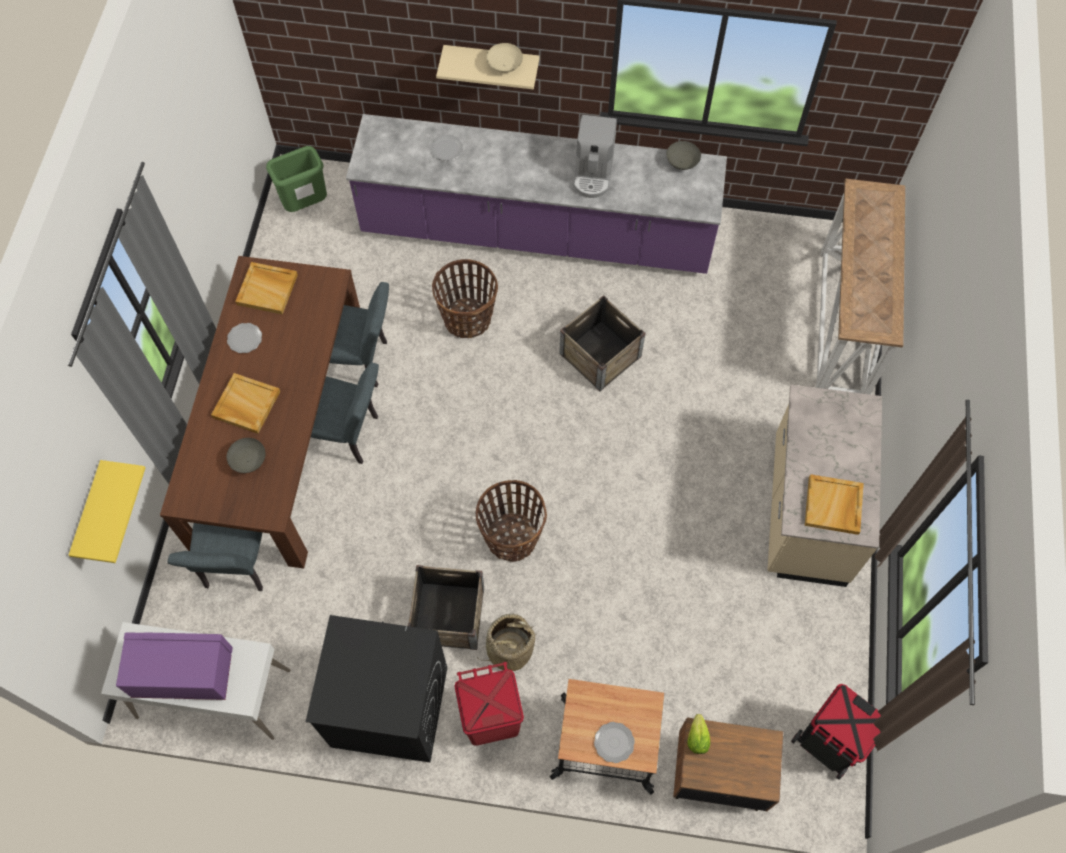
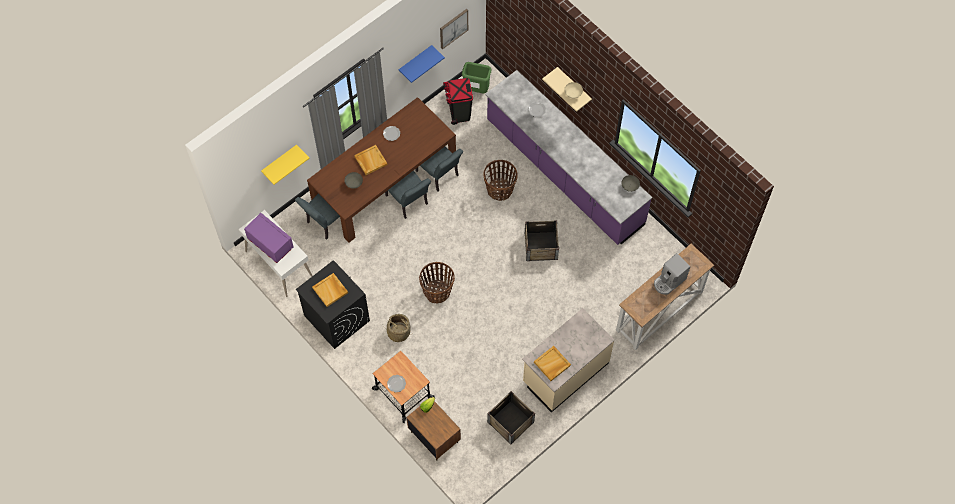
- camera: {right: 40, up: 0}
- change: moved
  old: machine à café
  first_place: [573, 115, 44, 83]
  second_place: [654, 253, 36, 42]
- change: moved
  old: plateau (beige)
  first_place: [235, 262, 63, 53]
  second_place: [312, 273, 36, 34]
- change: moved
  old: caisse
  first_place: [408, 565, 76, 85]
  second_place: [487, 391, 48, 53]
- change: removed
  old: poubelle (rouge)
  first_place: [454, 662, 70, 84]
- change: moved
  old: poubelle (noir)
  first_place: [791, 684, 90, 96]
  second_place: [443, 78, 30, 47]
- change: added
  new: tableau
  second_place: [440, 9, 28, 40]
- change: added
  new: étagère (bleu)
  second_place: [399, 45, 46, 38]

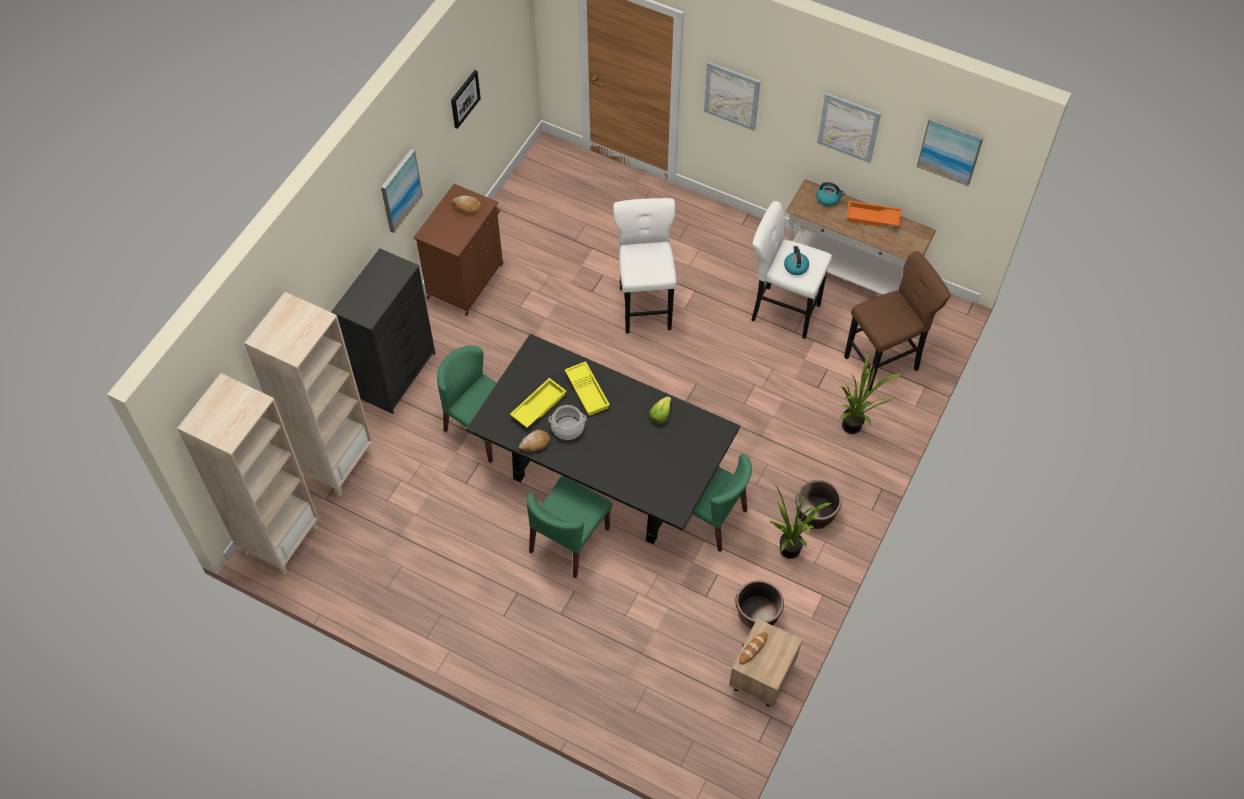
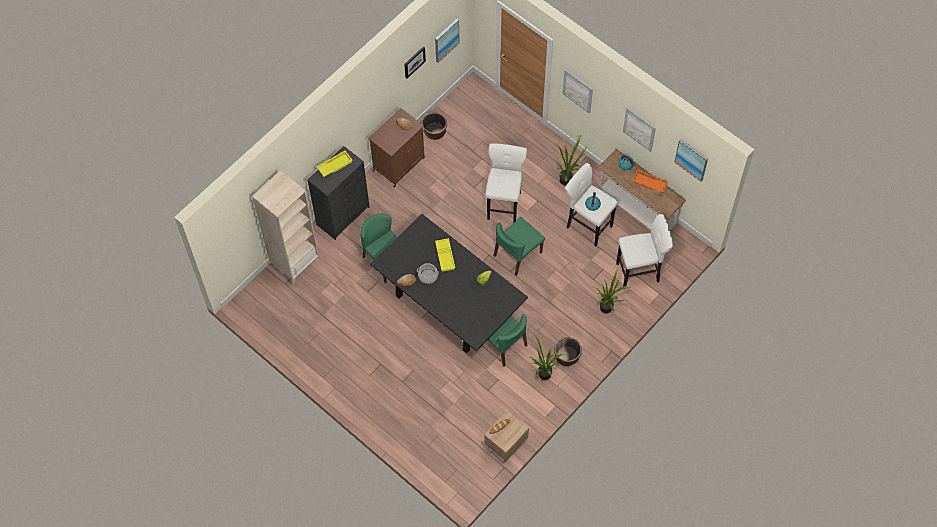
- camera: {right: 15, up: 5}
- change: moved
  old: tableau
  first_place: [381, 149, 42, 84]
  second_place: [435, 19, 25, 44]
- change: recoloured
  old: tabouret (marron)
  new: tabouret (blanc)
  first_place: [844, 251, 107, 140]
  second_place: [616, 214, 57, 73]
- change: removed
  old: bibliothèque (beige)
  first_place: [177, 373, 142, 203]
- change: moved
  old: plateau (jaune)
  first_place: [510, 378, 56, 50]
  second_place: [317, 151, 35, 26]
- change: moved
  old: chaise (vert)
  first_place: [526, 476, 86, 102]
  second_place: [494, 217, 51, 59]
- change: moved
  old: cache-pot (marron)
  first_place: [735, 580, 49, 49]
  second_place: [421, 113, 26, 27]
- change: added
  new: plante en pot
  second_place: [555, 136, 32, 50]

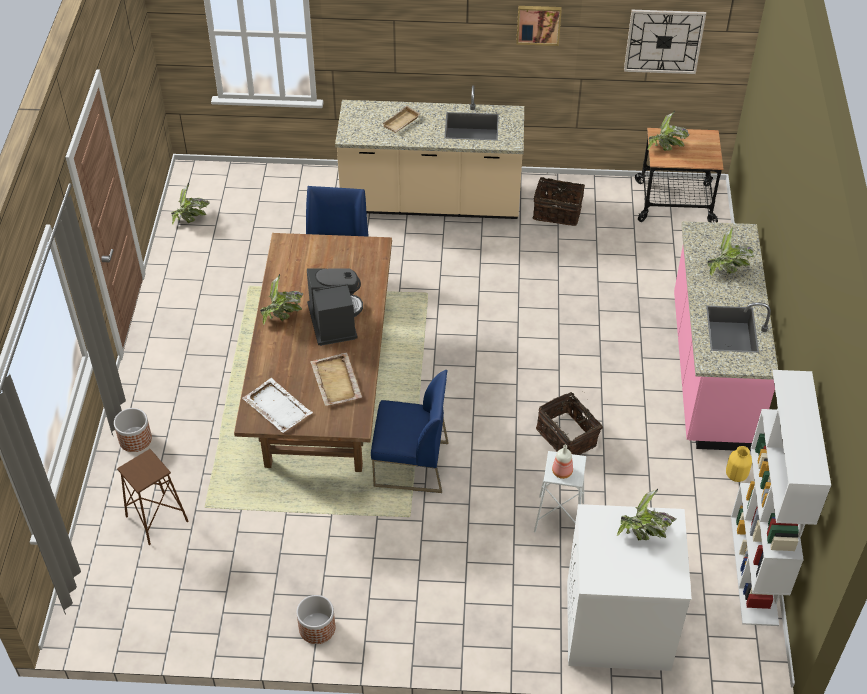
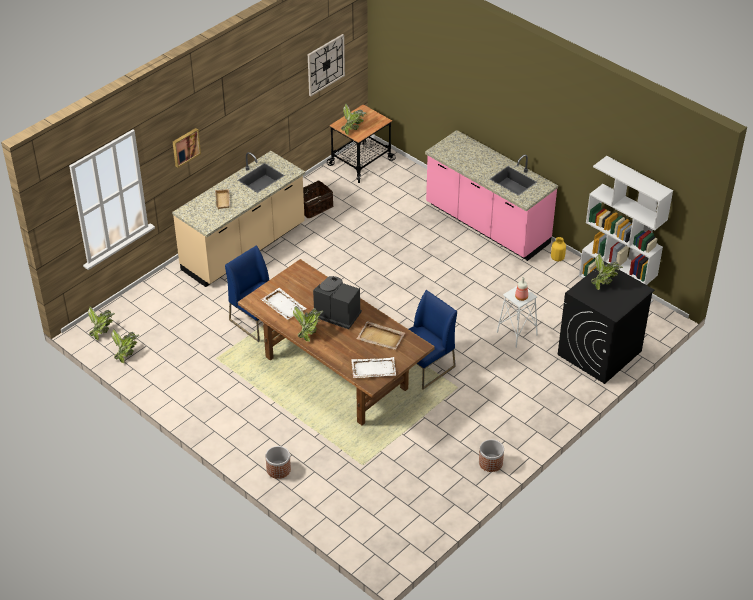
- camera: {right: -50, up: -5}
- change: moved
  old: tableau
  first_place: [516, 6, 46, 40]
  second_place: [173, 128, 28, 40]
- change: moved
  old: plante en pot
  first_place: [708, 228, 46, 48]
  second_place: [88, 306, 27, 34]
- change: removed
  old: panier
  first_place: [536, 392, 67, 63]
- change: removed
  old: tabouret (marron)
  first_place: [117, 449, 72, 96]
- change: recoloured
  old: lave-linge (blanc)
  new: lave-linge (noir)
  first_place: [567, 504, 125, 167]
  second_place: [558, 261, 97, 123]
- change: added
  new: plateau (blanc)
  second_place: [261, 288, 46, 32]

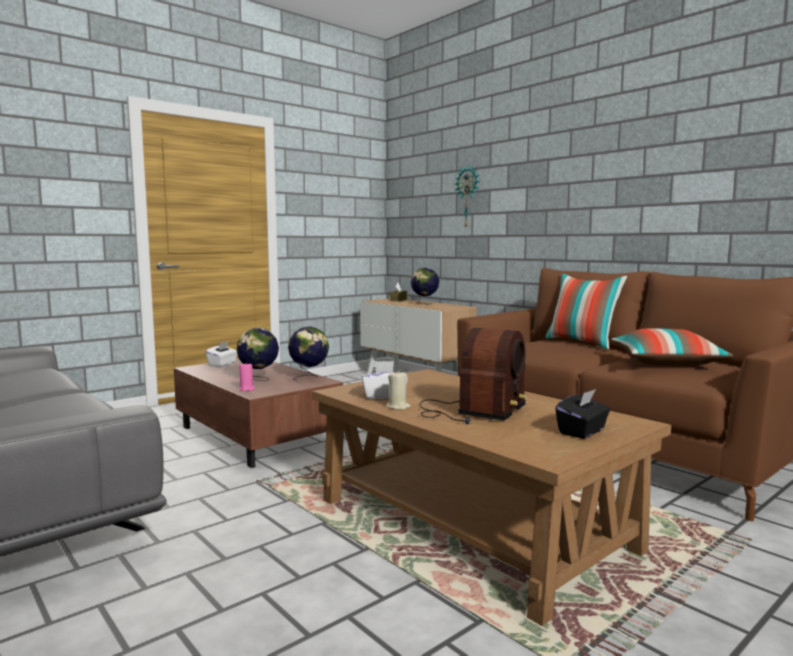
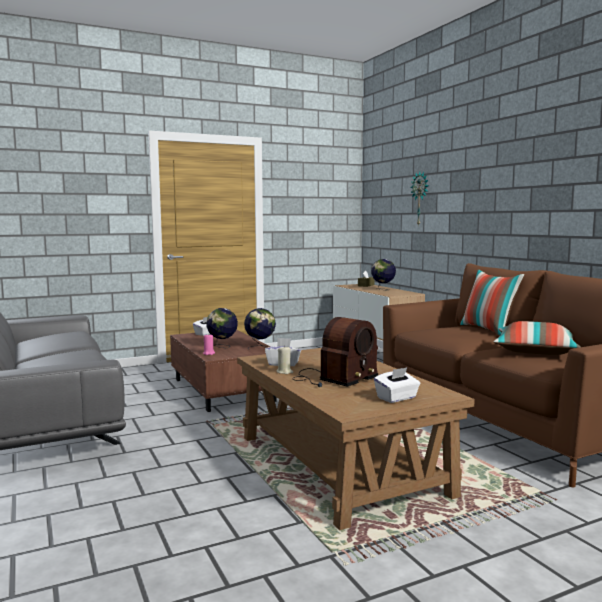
- camera: {right: 15, up: 0}
- change: recoloured
  old: boîte à mouchoirs (noir)
  new: boîte à mouchoirs (blanc)
  first_place: [555, 389, 56, 50]
  second_place: [374, 367, 46, 36]

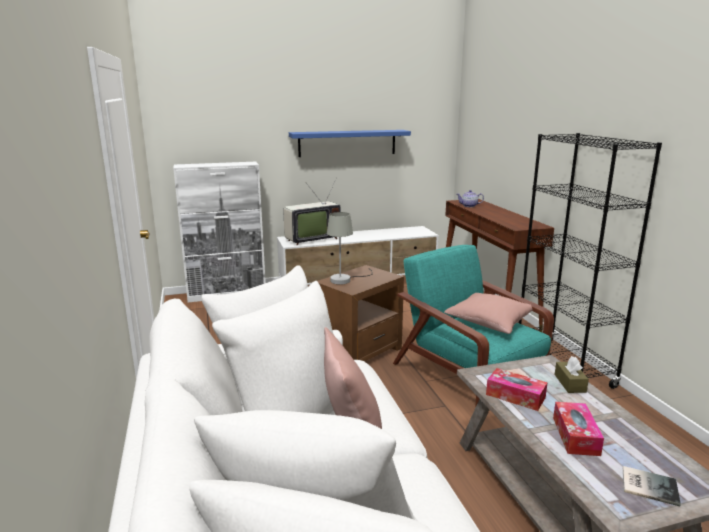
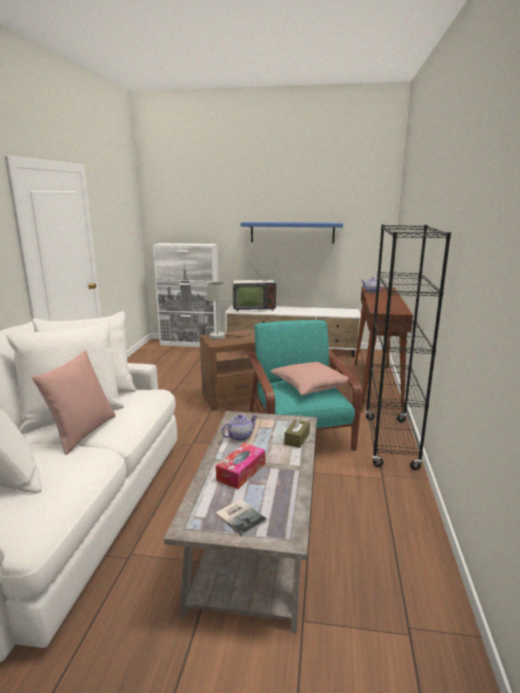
- camera: {right: 25, up: 0}
- change: replaced
  old: boîte à mouchoirs
  new: théière
  first_place: [486, 368, 62, 43]
  second_place: [221, 414, 37, 27]

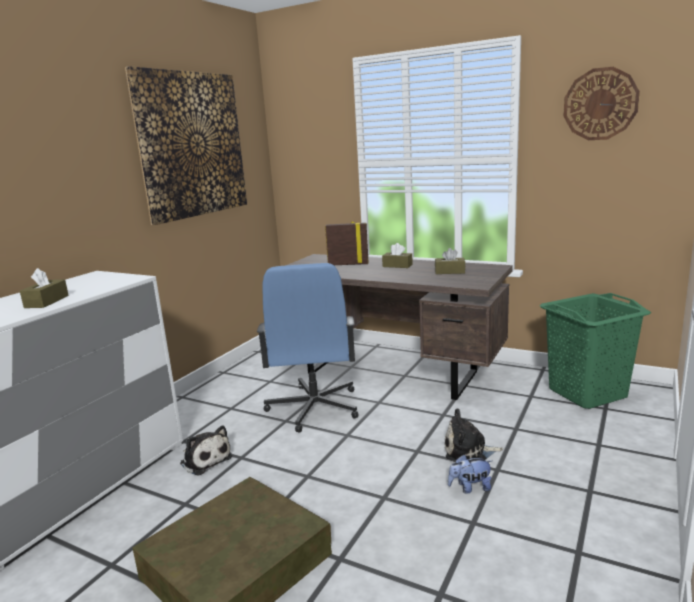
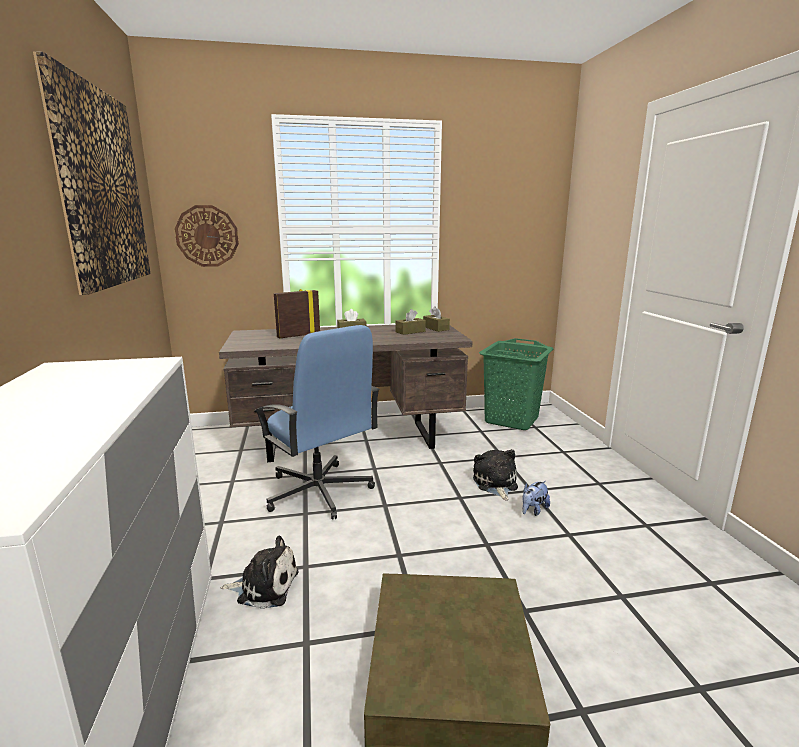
- camera: {right: -40, up: 0}
- change: moved
  old: horloge murale
  first_place: [563, 67, 77, 73]
  second_place: [175, 205, 64, 62]
- change: moved
  old: boîte à mouchoirs (marron)
  first_place: [20, 268, 49, 40]
  second_place: [423, 306, 27, 26]
- change: turned
  old: peluche
  first_place: [445, 408, 58, 54]
  second_place: [473, 449, 45, 51]
  degrees: 120

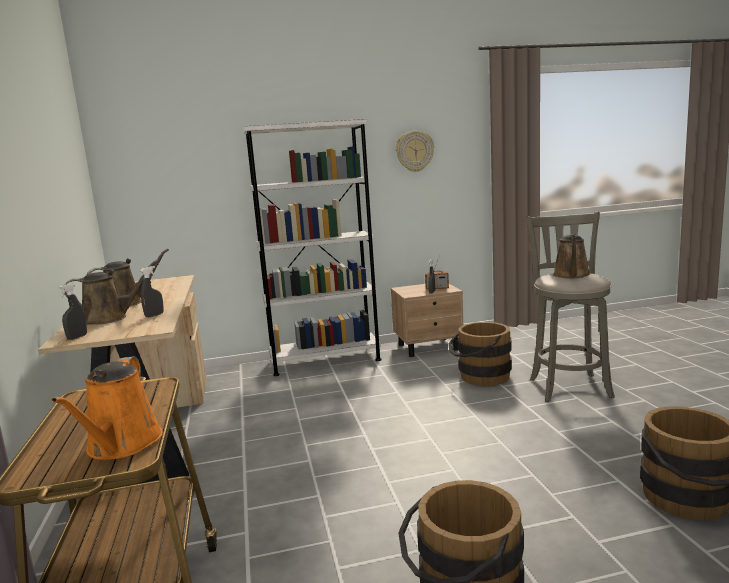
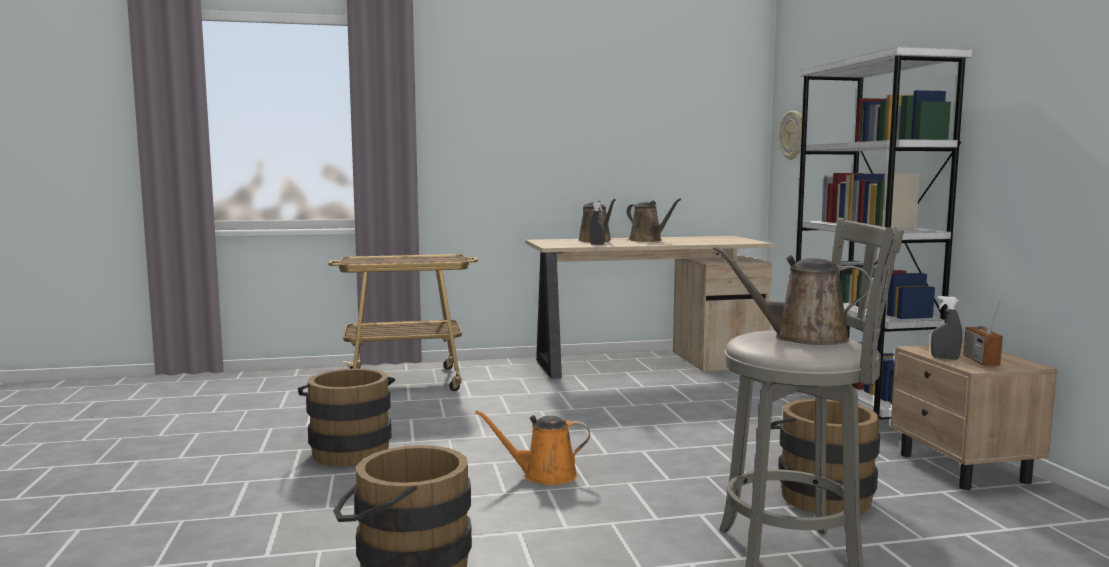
- camera: {right: 90, up: -5}
- change: moved
  old: horloge murale
  first_place: [396, 131, 38, 41]
  second_place: [779, 111, 23, 49]
- change: removed
  old: vaporisateur (gris)
  first_place: [58, 283, 29, 57]
- change: moved
  old: arrosoir (orange)
  first_place: [51, 356, 112, 104]
  second_place: [475, 410, 115, 75]

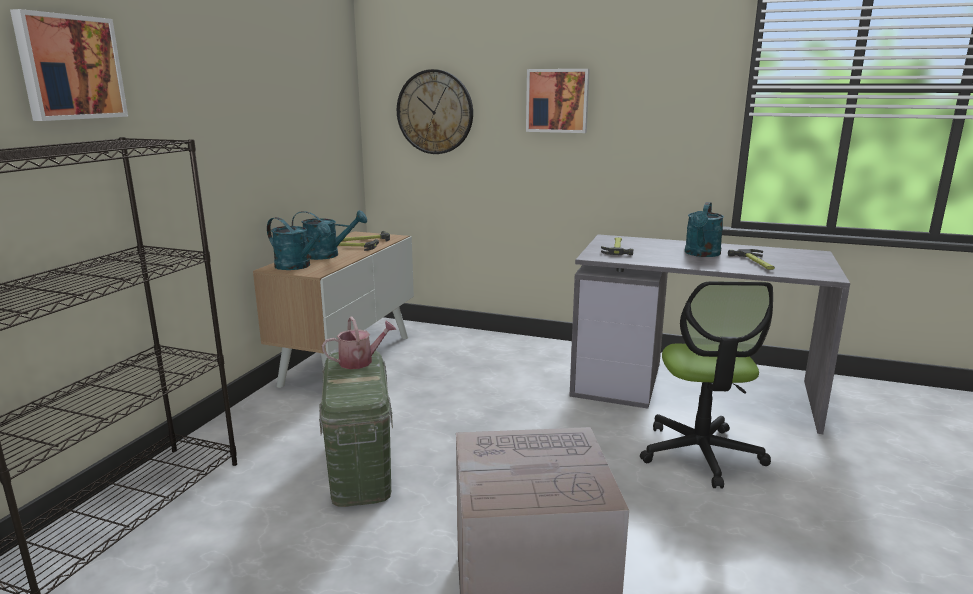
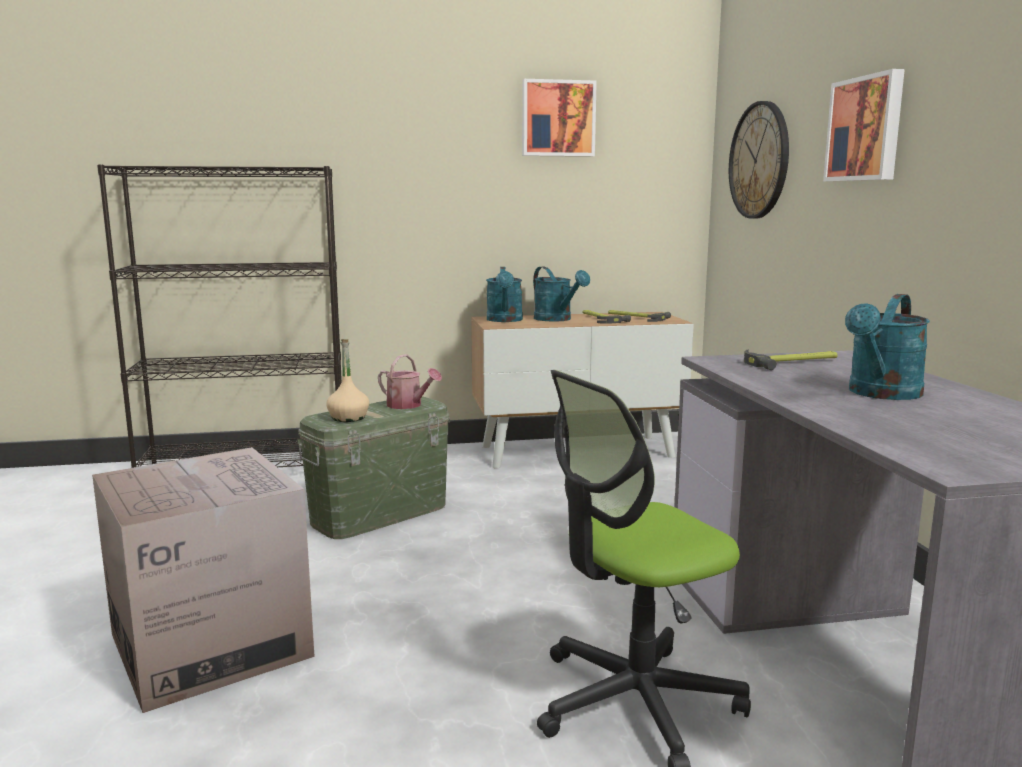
- camera: {right: 60, up: -5}
- change: moved
  old: tableau
  first_place: [10, 9, 118, 112]
  second_place: [522, 79, 75, 78]
- change: turned
  old: arrosoir (turquoise)
  first_place: [685, 202, 39, 55]
  second_place: [845, 294, 85, 106]
  degrees: -45
- change: removed
  old: marteau
  first_place: [728, 249, 47, 21]
- change: added
  new: bouteille (beige)
  second_place: [326, 339, 43, 83]

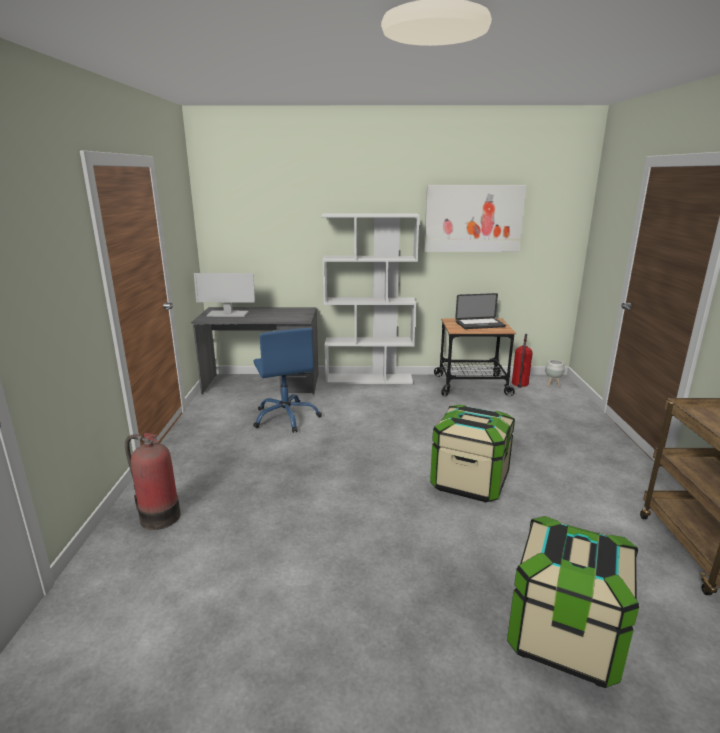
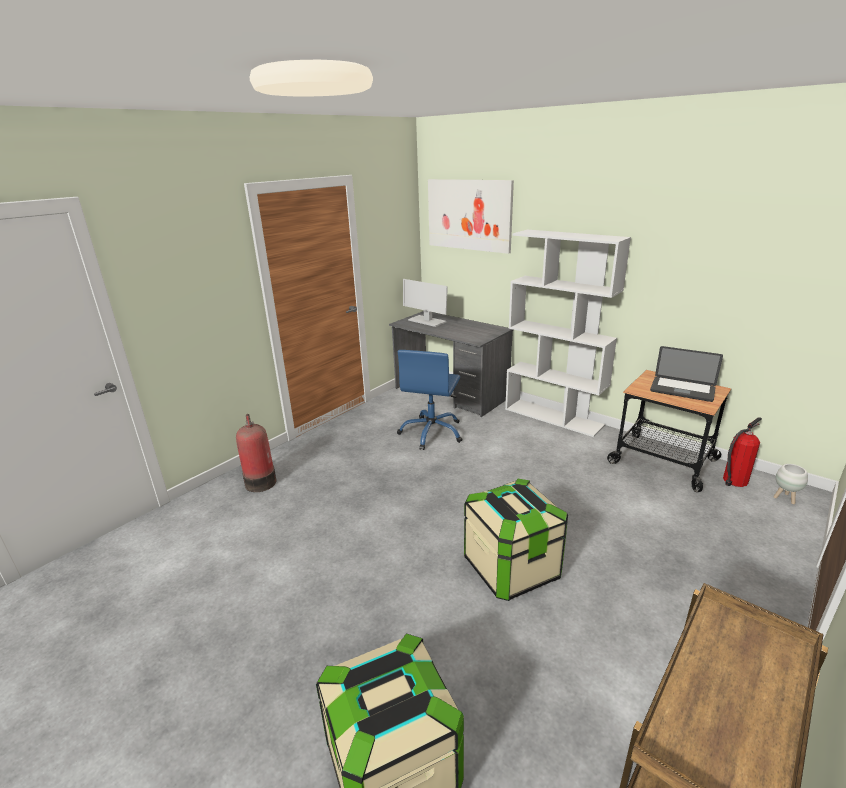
- camera: {right: 40, up: 5}
- change: moved
  old: tableau
  first_place: [424, 185, 102, 67]
  second_place: [428, 179, 86, 75]

